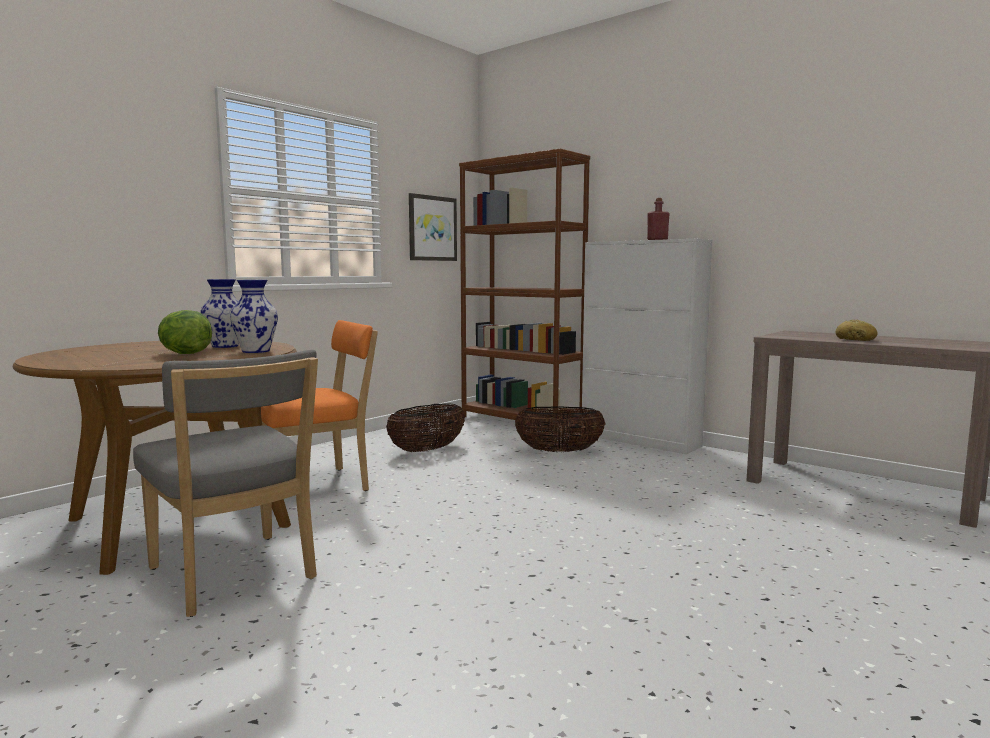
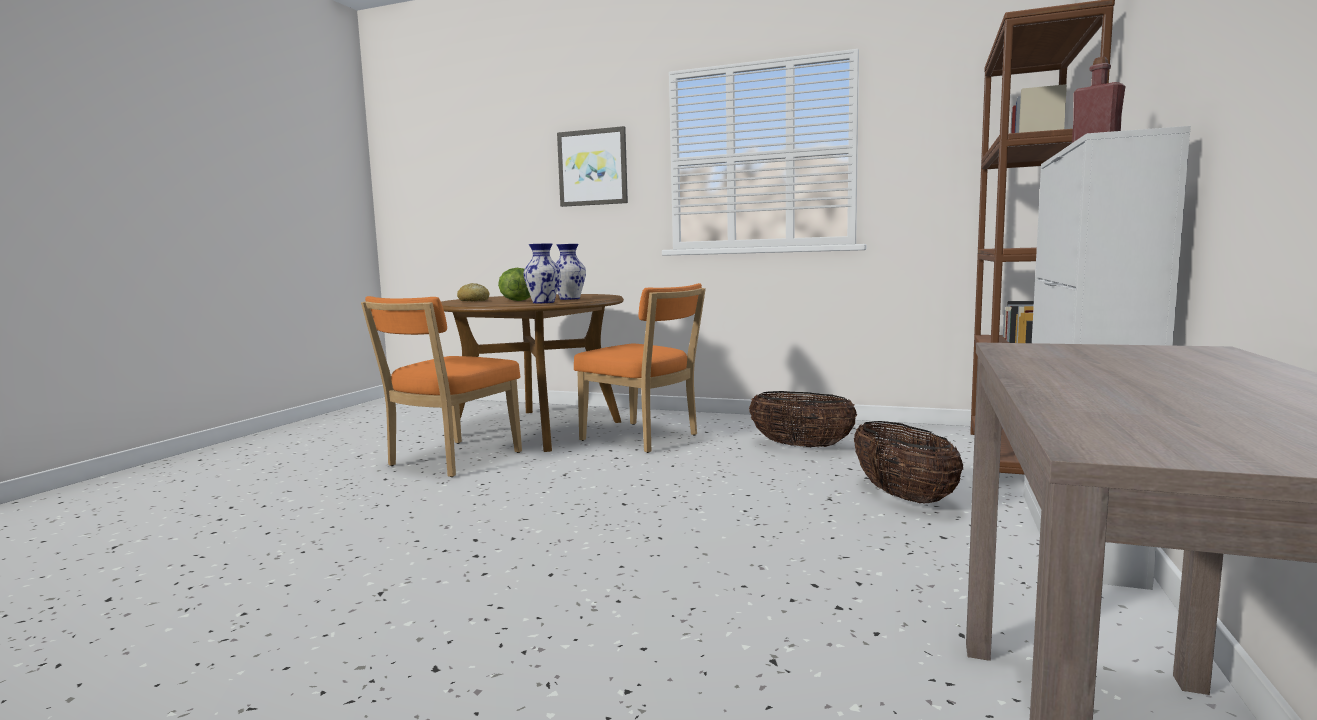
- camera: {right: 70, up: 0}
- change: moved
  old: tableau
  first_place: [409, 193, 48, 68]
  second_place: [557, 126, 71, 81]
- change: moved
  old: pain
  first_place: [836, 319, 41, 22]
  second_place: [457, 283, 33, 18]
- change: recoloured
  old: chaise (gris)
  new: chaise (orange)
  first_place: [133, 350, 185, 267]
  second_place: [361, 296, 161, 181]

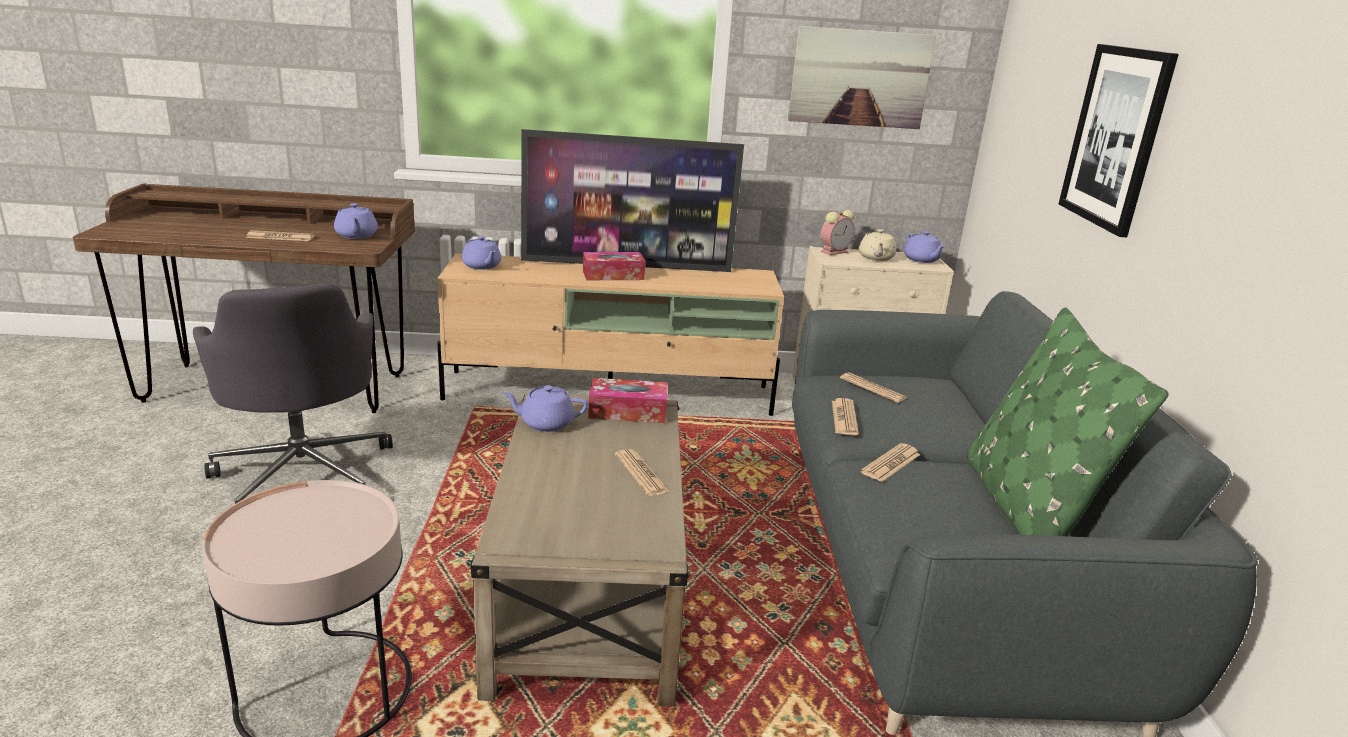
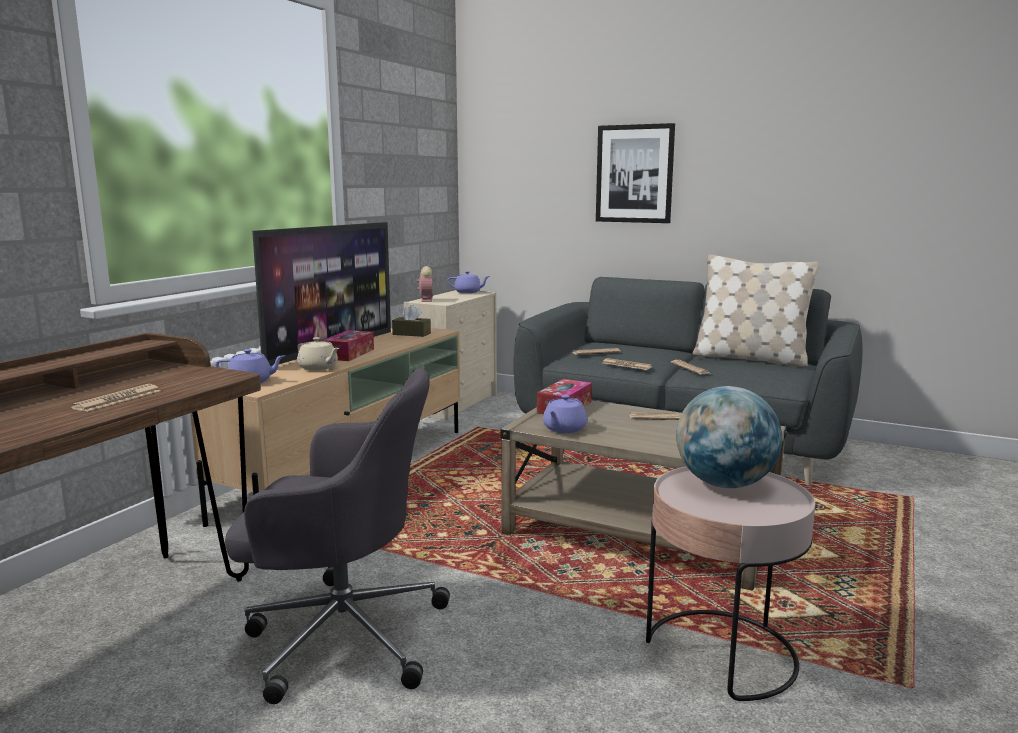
- camera: {right: -60, up: -10}
- change: removed
  old: tableau
  first_place: [788, 26, 148, 103]
- change: removed
  old: théière (violet)
  first_place: [334, 203, 44, 36]
- change: moved
  old: théière (beige)
  first_place: [859, 229, 37, 32]
  second_place: [297, 337, 42, 34]
- change: recoloured
  old: coussin (vert)
  new: coussin (beige)
  first_place: [966, 308, 203, 228]
  second_place: [693, 255, 126, 112]
- change: added
  new: boîte à mouchoirs (marron)
  second_place: [392, 305, 39, 32]
- change: added
  new: globe
  second_place: [676, 386, 106, 102]

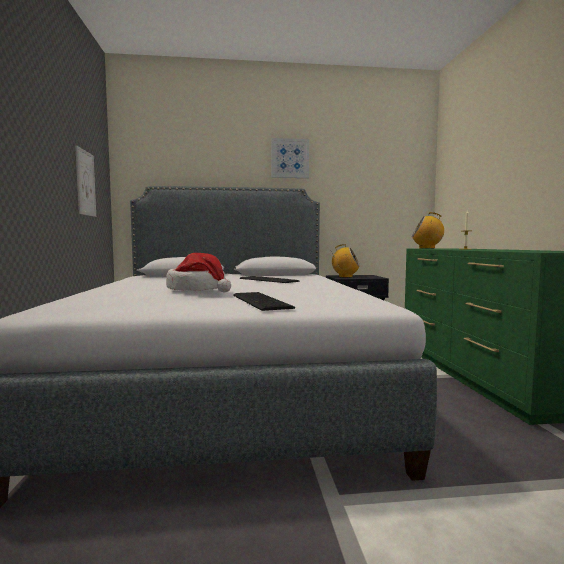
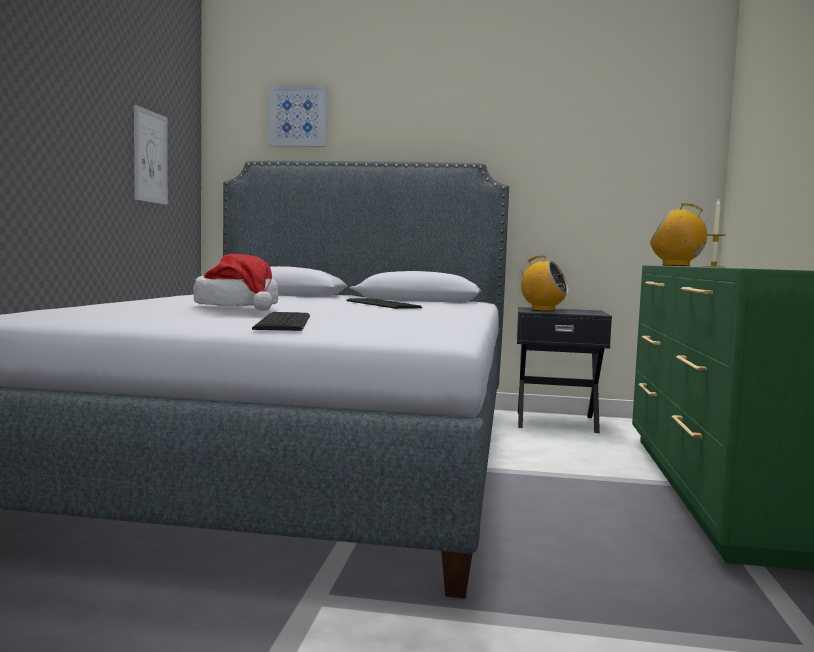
- camera: {right: 15, up: 0}
- change: moved
  old: tableau
  first_place: [271, 138, 38, 40]
  second_place: [268, 85, 59, 62]

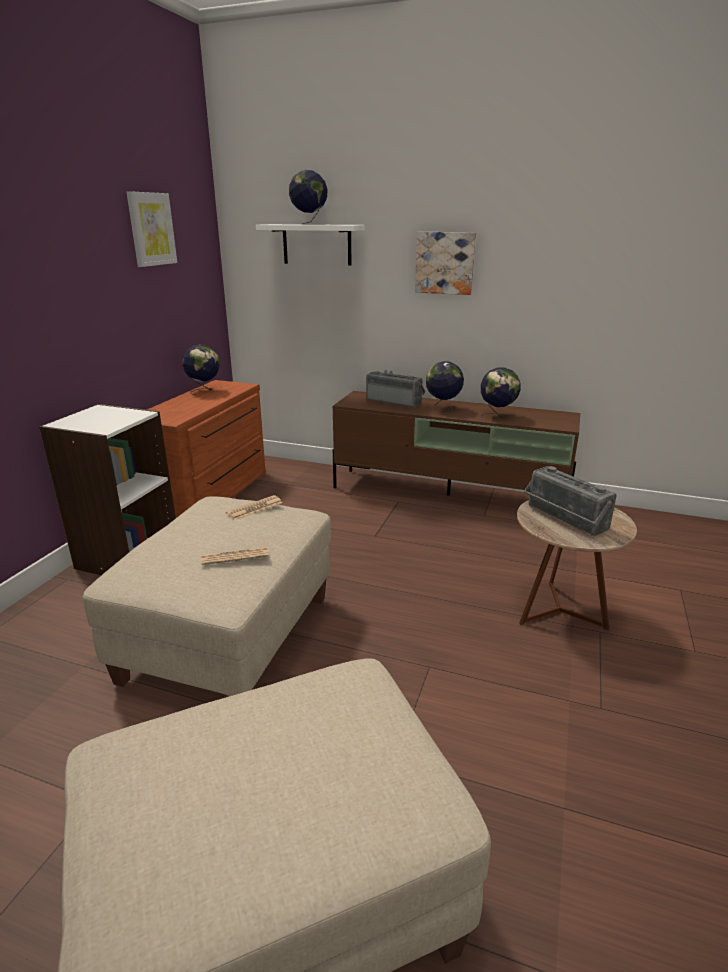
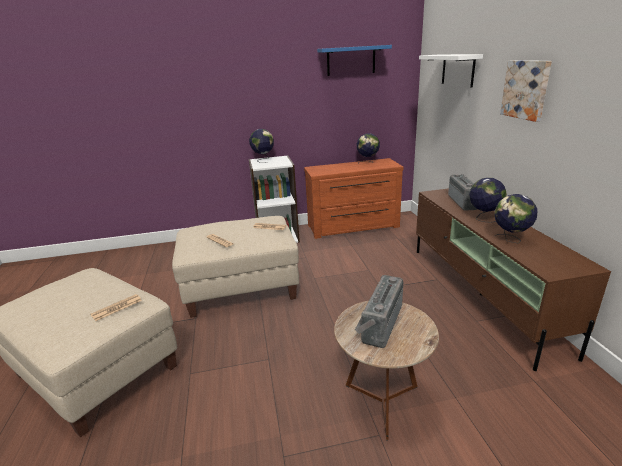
- camera: {right: 60, up: 0}
- change: moved
  old: globe
  first_place: [289, 170, 39, 55]
  second_place: [249, 129, 25, 34]
- change: replaced
  old: tableau
  new: étagère (bleu)
  first_place: [126, 191, 51, 76]
  second_place: [317, 45, 75, 31]
- change: added
  new: journal
  second_place: [90, 294, 52, 27]

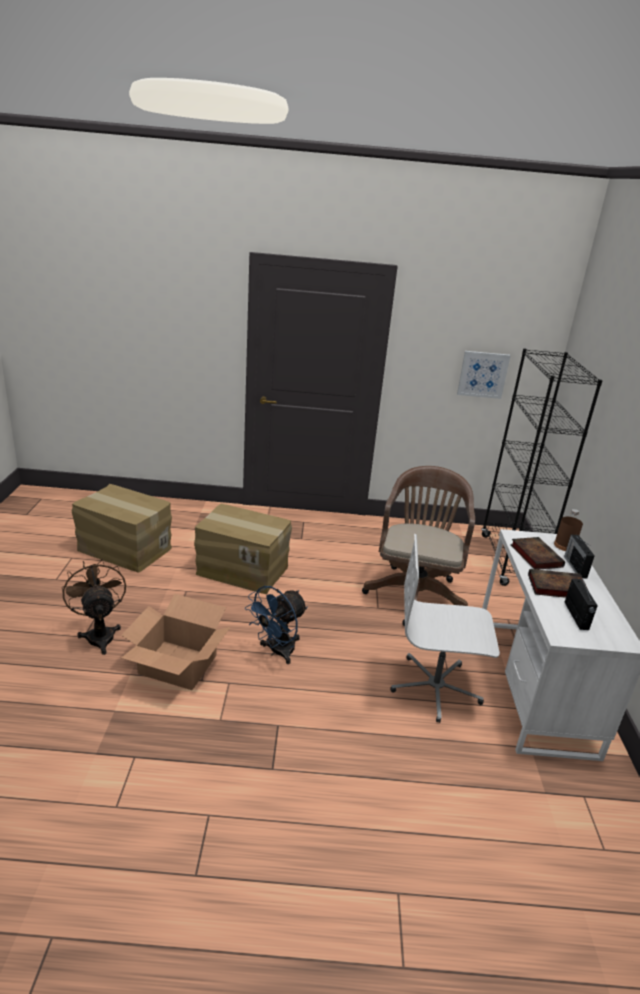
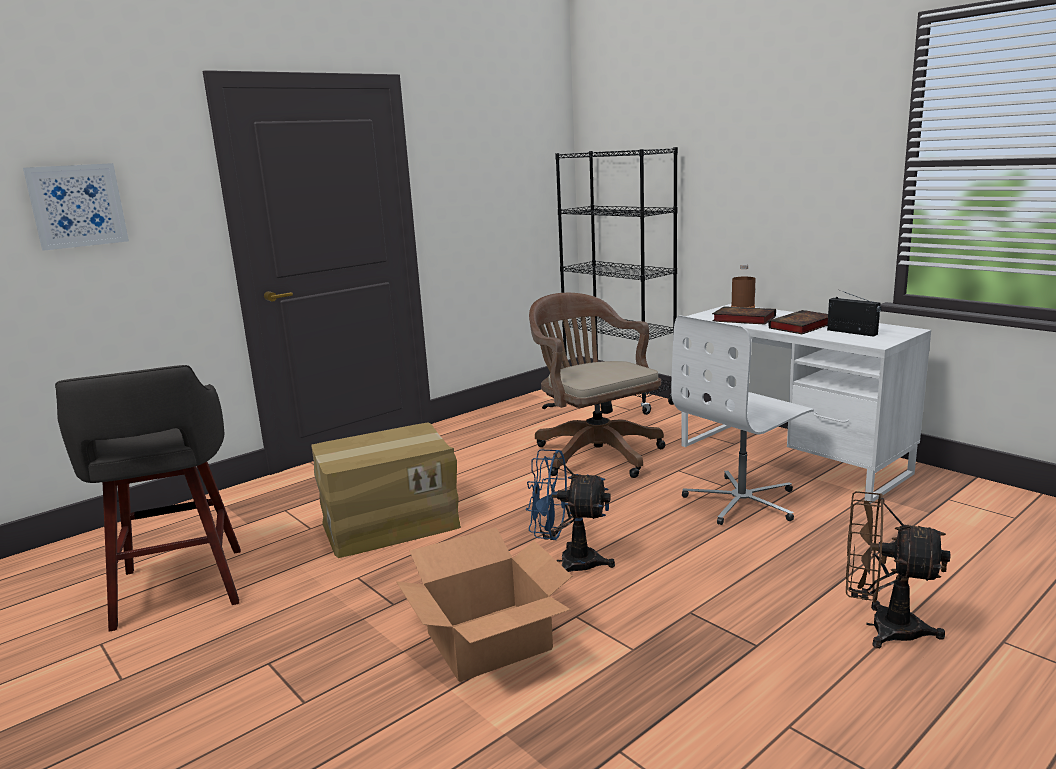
- camera: {right: -40, up: -10}
- change: moved
  old: tableau
  first_place: [457, 351, 54, 48]
  second_place: [23, 163, 106, 88]
- change: replaced
  old: carton
  new: tabouret (gris)
  first_place: [72, 484, 100, 89]
  second_place: [55, 365, 186, 267]
- change: removed
  old: radio
  first_place: [564, 535, 31, 44]
- change: moved
  old: ventilateur (marron)
  first_place: [62, 559, 64, 96]
  second_place: [846, 491, 104, 157]
- change: turned
  old: ventilateur (bleu)
  first_place: [245, 586, 63, 78]
  second_place: [526, 449, 89, 123]
  degrees: 105

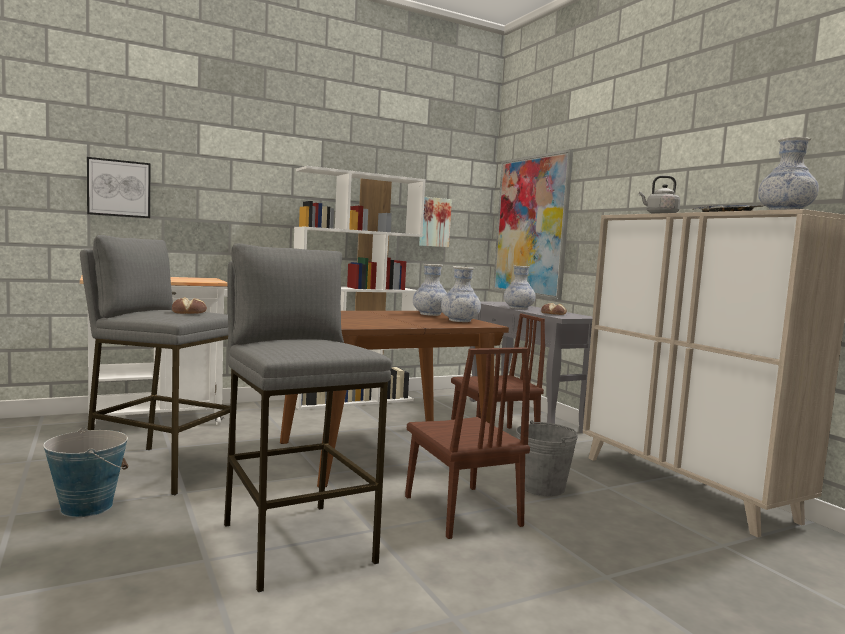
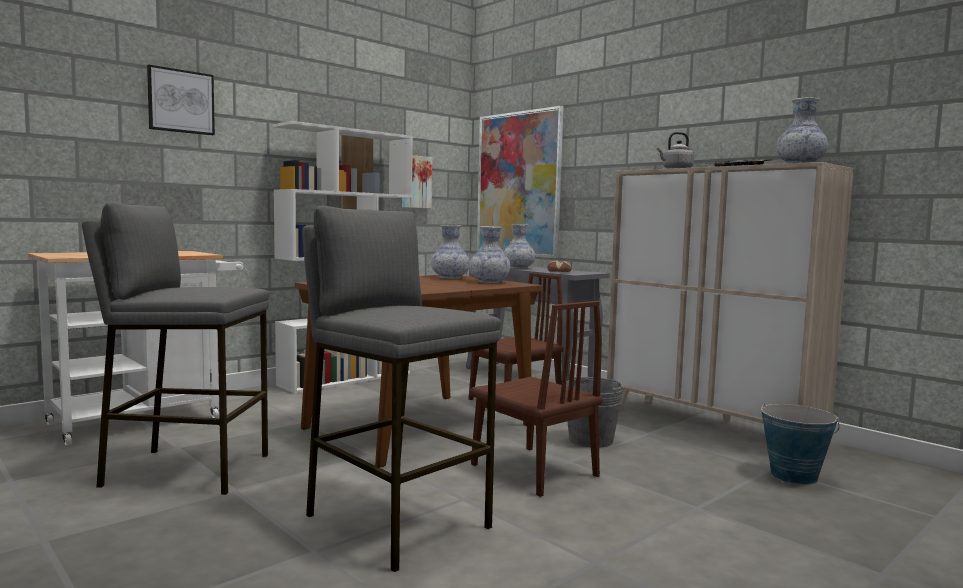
- camera: {right: -15, up: 0}
- change: moved
  old: tableau
  first_place: [87, 157, 63, 61]
  second_place: [147, 65, 68, 70]
- change: removed
  old: pain
  first_place: [172, 297, 35, 17]
- change: moved
  old: seau
  first_place: [43, 428, 85, 89]
  second_place: [761, 404, 79, 81]

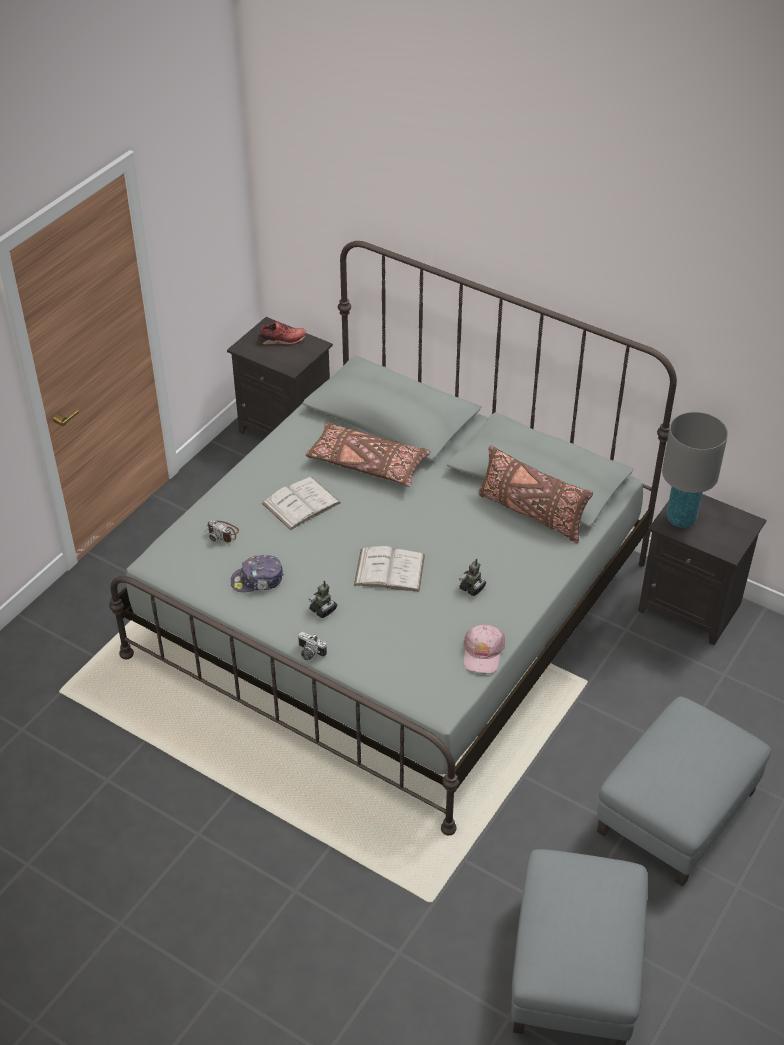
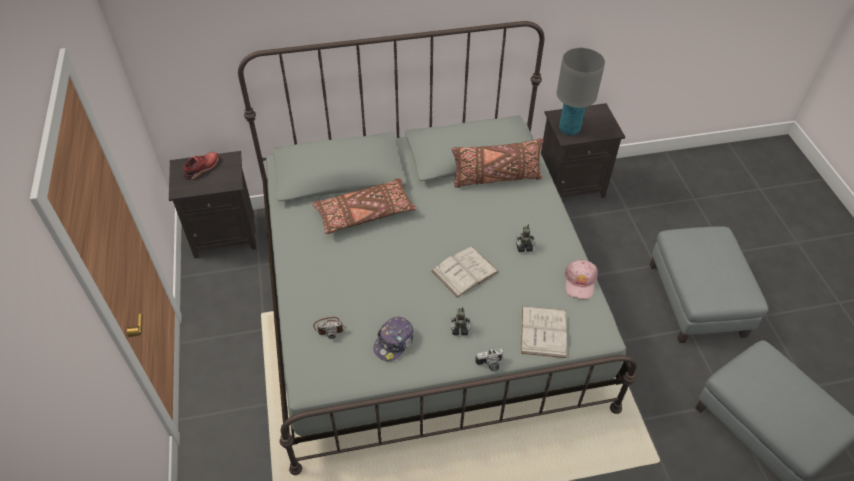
- camera: {right: -45, up: 5}
- change: moved
  old: livre (blanc)
  first_place: [262, 477, 79, 53]
  second_place: [521, 306, 46, 52]
- change: turned
  old: casquette (rose)
  first_place: [463, 624, 42, 50]
  second_place: [565, 260, 33, 39]
  degrees: 45

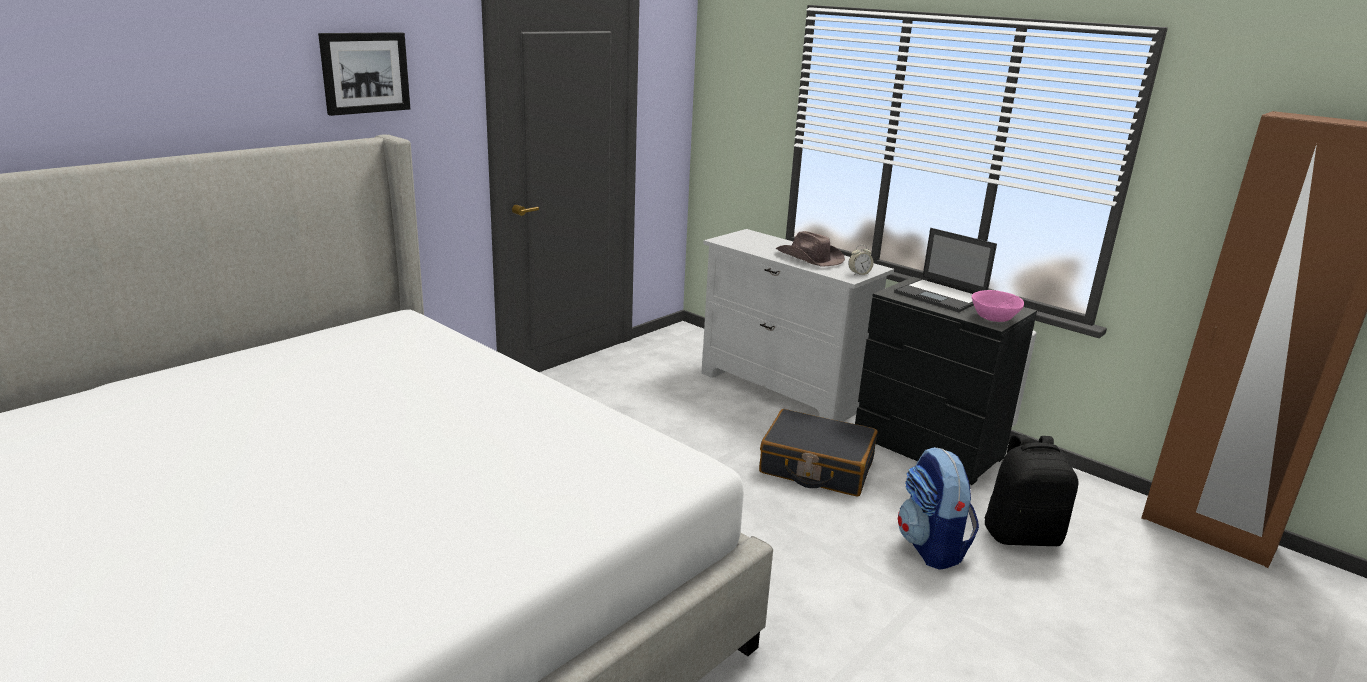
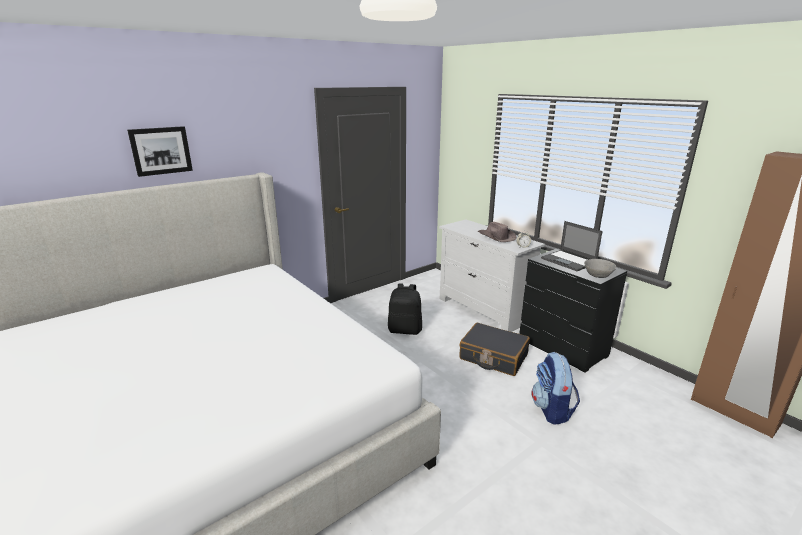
- camera: {right: 10, up: 0}
- change: moved
  old: tableau
  first_place: [318, 32, 92, 84]
  second_place: [127, 126, 66, 51]
- change: recoloured
  old: bol (rose)
  new: bol (gris)
  first_place: [972, 290, 52, 32]
  second_place: [584, 259, 32, 19]
- change: moved
  old: sac à dos (noir)
  first_place: [984, 435, 95, 111]
  second_place: [388, 283, 34, 52]

